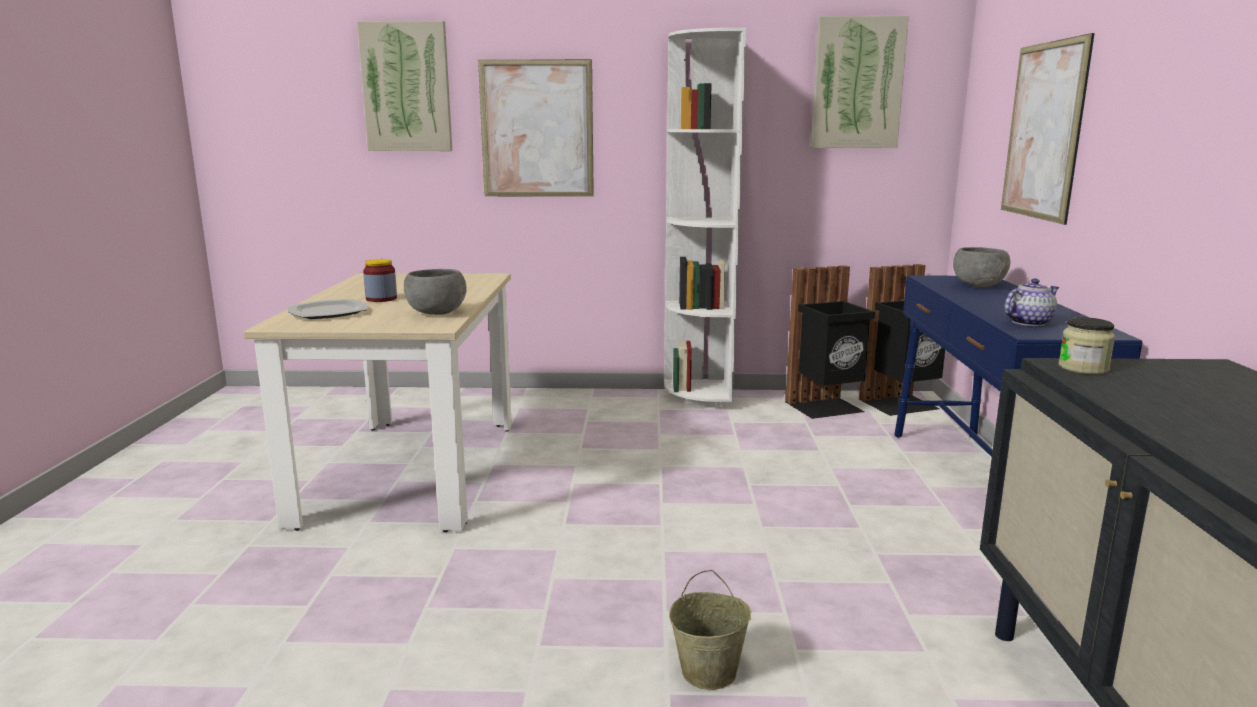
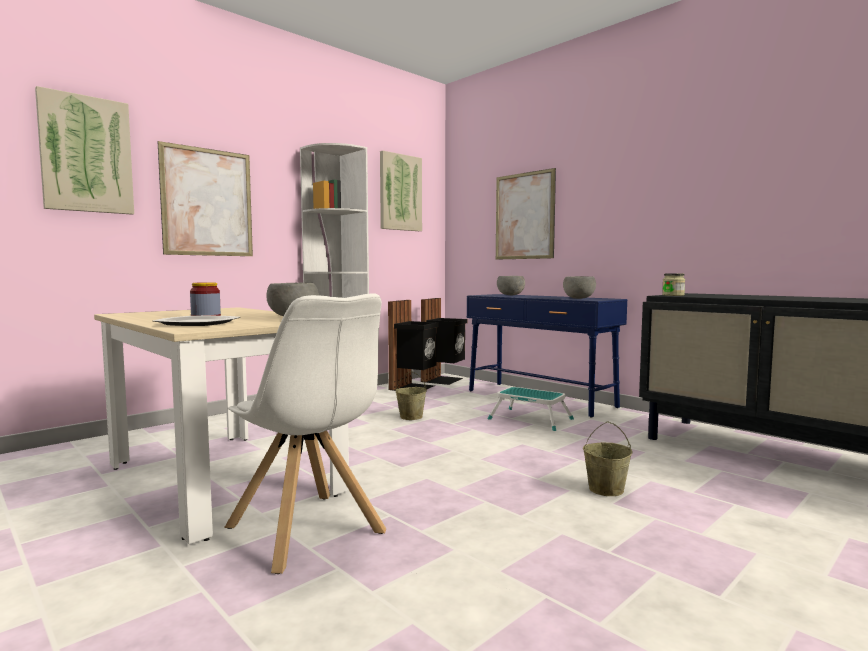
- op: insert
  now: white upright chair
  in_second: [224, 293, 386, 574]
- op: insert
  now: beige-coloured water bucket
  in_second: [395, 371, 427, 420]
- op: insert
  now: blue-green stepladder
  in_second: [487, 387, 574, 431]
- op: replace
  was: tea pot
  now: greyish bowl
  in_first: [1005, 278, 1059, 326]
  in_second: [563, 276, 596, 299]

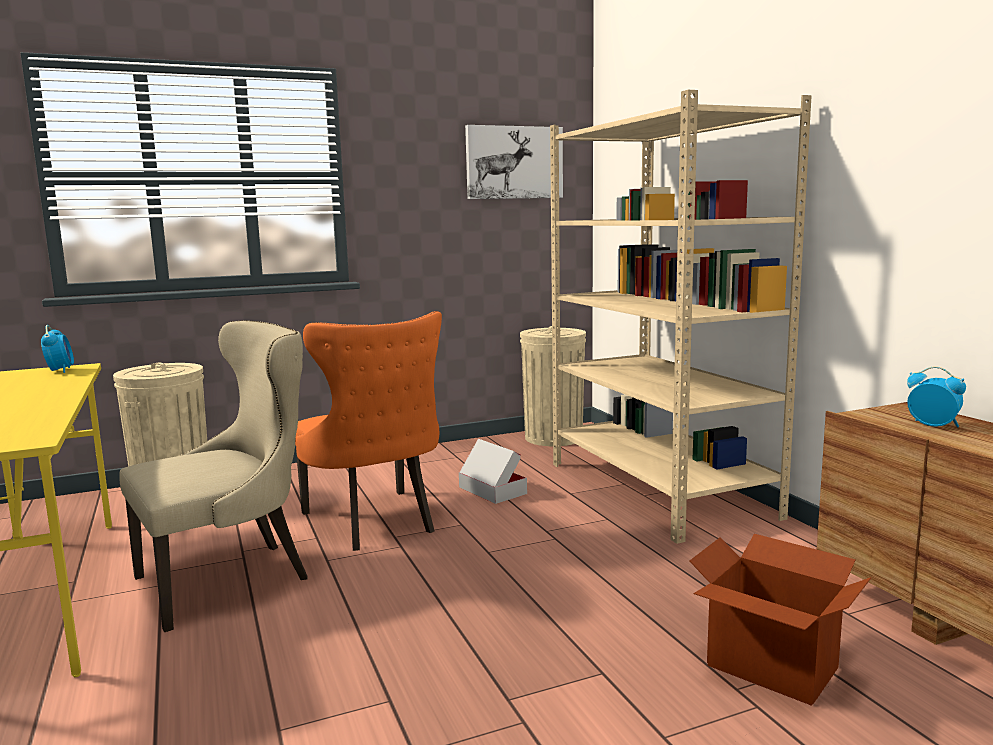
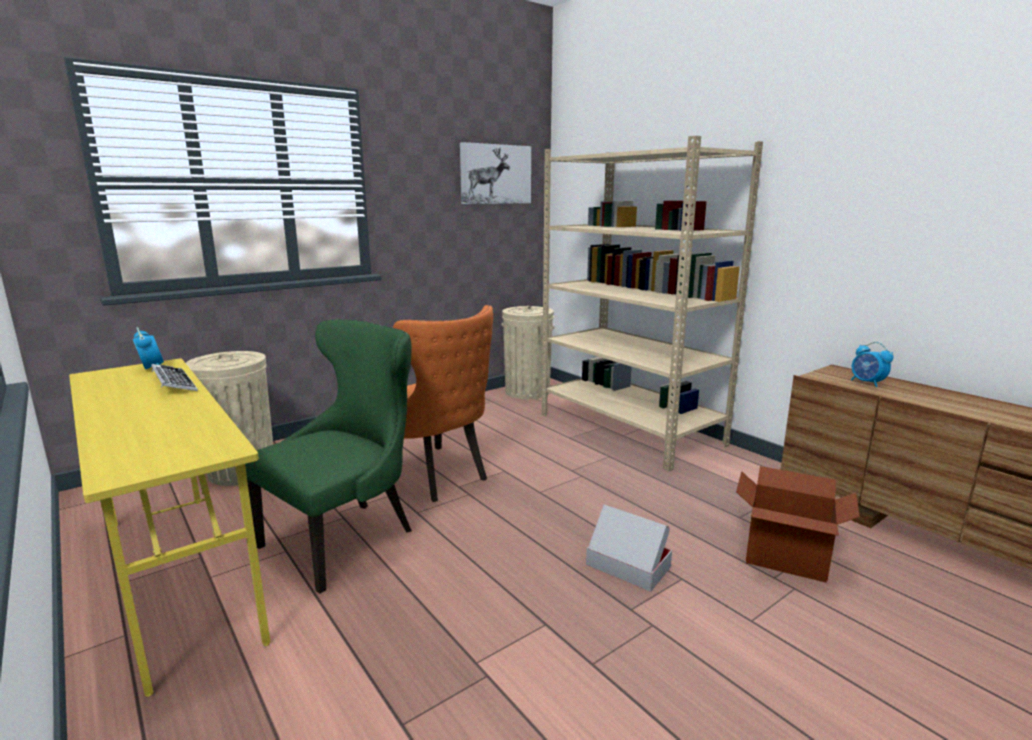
- op: insert
  now: keyboard
  in_second: [151, 364, 198, 391]
- op: recolor
  was: beige-coloured upright chair
  now: green-coloured upright chair
  in_first: [119, 320, 308, 632]
  in_second: [245, 319, 412, 594]
- op: move
  was: carton
  in_first: [459, 439, 527, 504]
  in_second: [586, 504, 672, 592]
- op: rotate
  was: alarm clock
  in_first: [907, 366, 966, 428]
  in_second: [851, 342, 893, 387]
  clockwise: -150

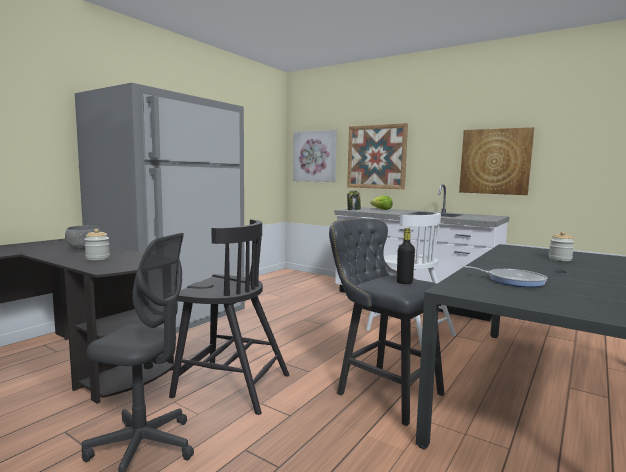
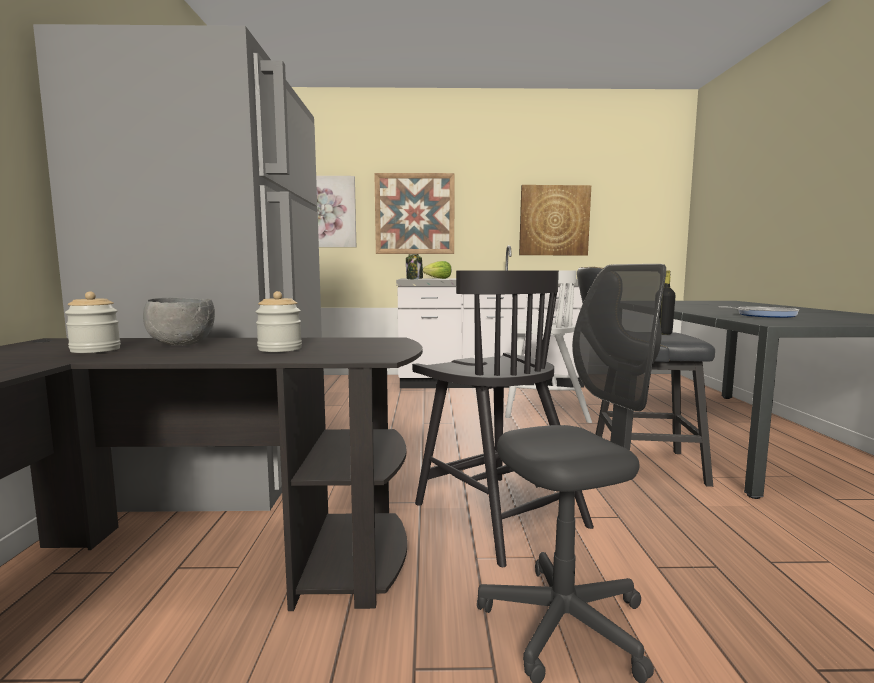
- op: move
  was: preserve jar
  in_first: [549, 231, 574, 261]
  in_second: [65, 292, 121, 353]
- op: rotate
  was: black-coloured upright chair
  in_first: [169, 220, 290, 415]
  in_second: [413, 271, 594, 567]
  clockwise: 75

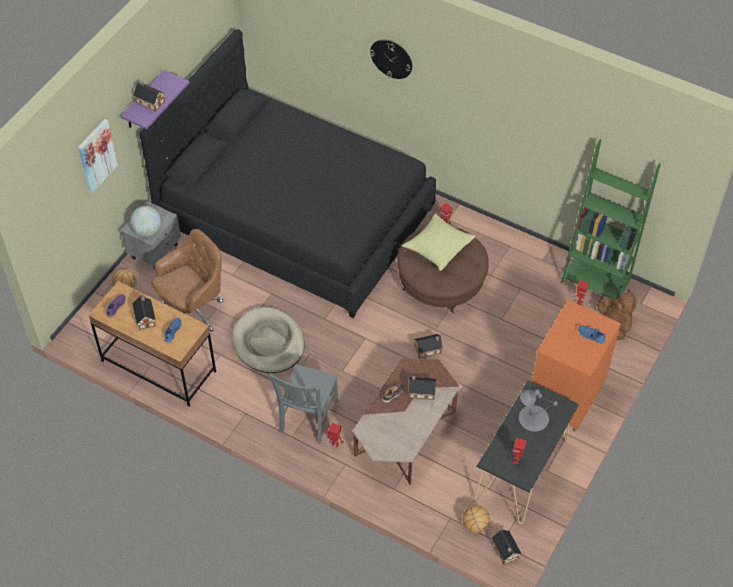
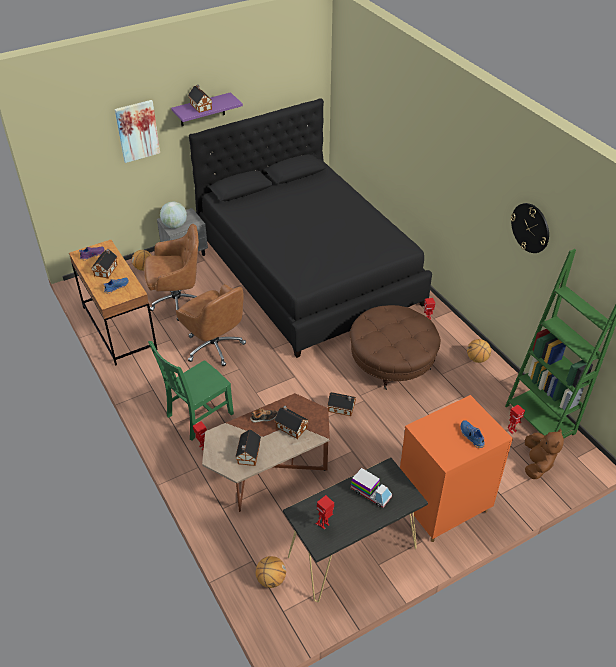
- op: recolor
  was: greyish upright chair
  now: green-coloured upright chair
  in_first: [270, 365, 338, 444]
  in_second: [148, 341, 234, 441]
- op: replace
  was: beige-coloured dog cushion
  now: brown-coloured computer chair
  in_first: [232, 307, 305, 373]
  in_second: [176, 284, 246, 366]
- op: move
  was: model house
  in_first: [492, 530, 522, 565]
  in_second: [235, 429, 261, 466]
- op: replace
  was: greyish table lamp
  now: model truck
  in_first: [519, 389, 557, 432]
  in_second: [351, 468, 392, 508]
- op: insert
  now: basketball ball
  in_second: [467, 339, 491, 363]
- op: move
  was: hanging clock
  in_first: [370, 39, 412, 79]
  in_second: [510, 203, 549, 253]
- op: delete
  was: yellow-coloured throw pillow
  in_first: [402, 213, 476, 271]

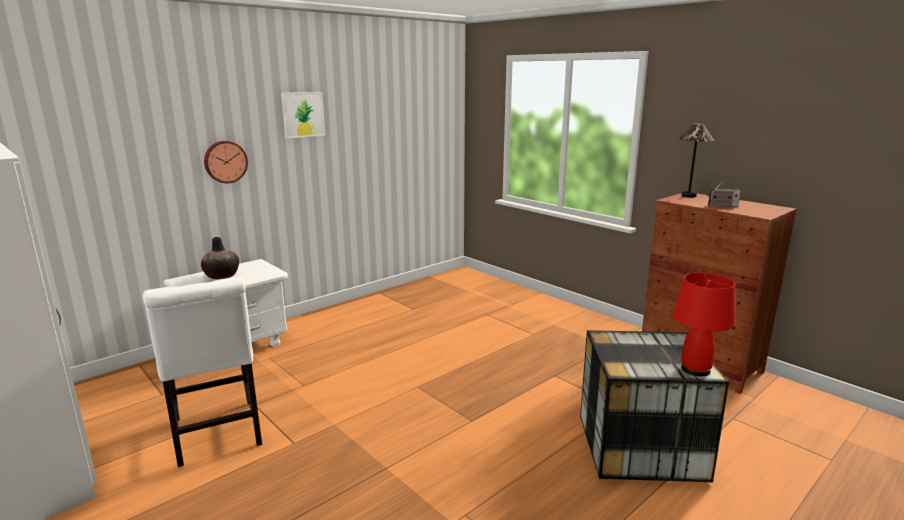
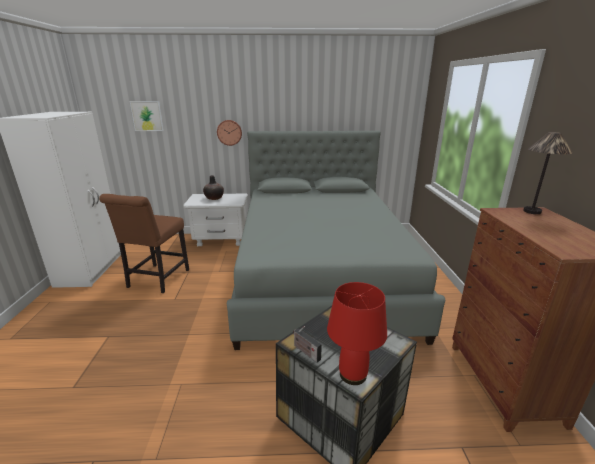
- op: recolor
  was: white upright chair
  now: brown-coloured upright chair
  in_first: [143, 277, 262, 467]
  in_second: [99, 194, 189, 293]
- op: move
  was: wall art
  in_first: [281, 92, 325, 139]
  in_second: [130, 101, 164, 131]
- op: insert
  now: greyish sleeping bed
  in_second: [227, 131, 445, 350]
- op: move
  was: radio
  in_first: [707, 181, 741, 207]
  in_second: [293, 326, 322, 363]

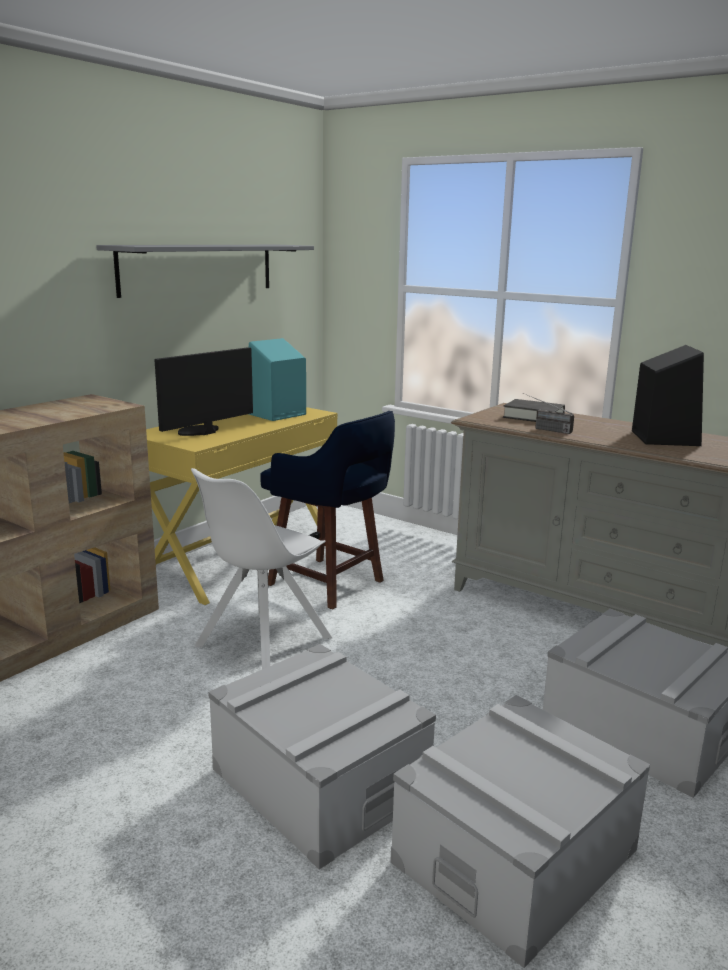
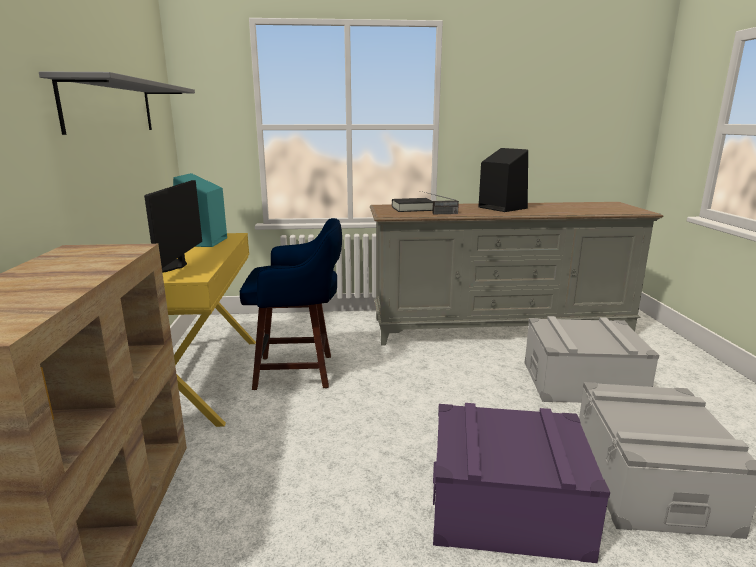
- op: recolor
  was: greyish storage container
  now: purplish storage container
  in_first: [208, 644, 436, 870]
  in_second: [433, 403, 610, 563]
- op: delete
  was: white upright chair
  in_first: [191, 468, 332, 669]

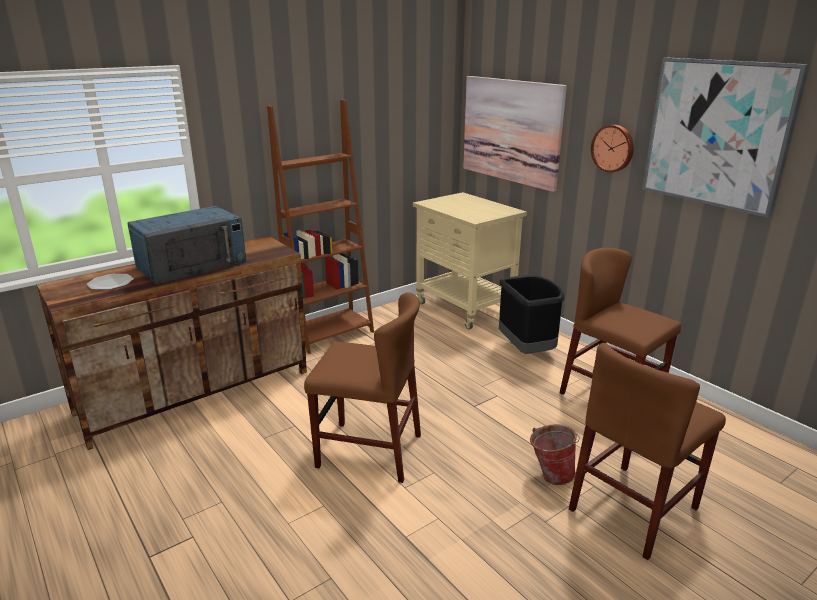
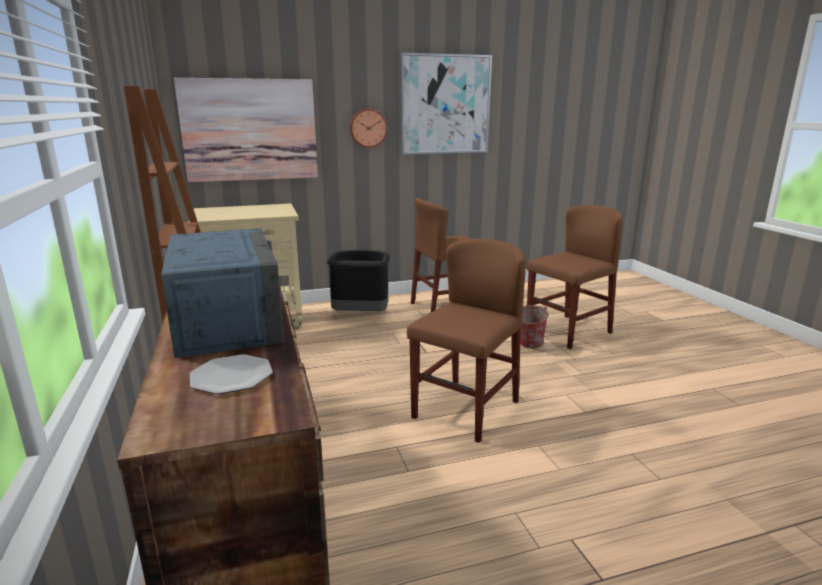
- op: rotate
  was: brown-coloured upright chair
  in_first: [569, 343, 726, 560]
  in_second: [527, 205, 623, 349]
  clockwise: -105

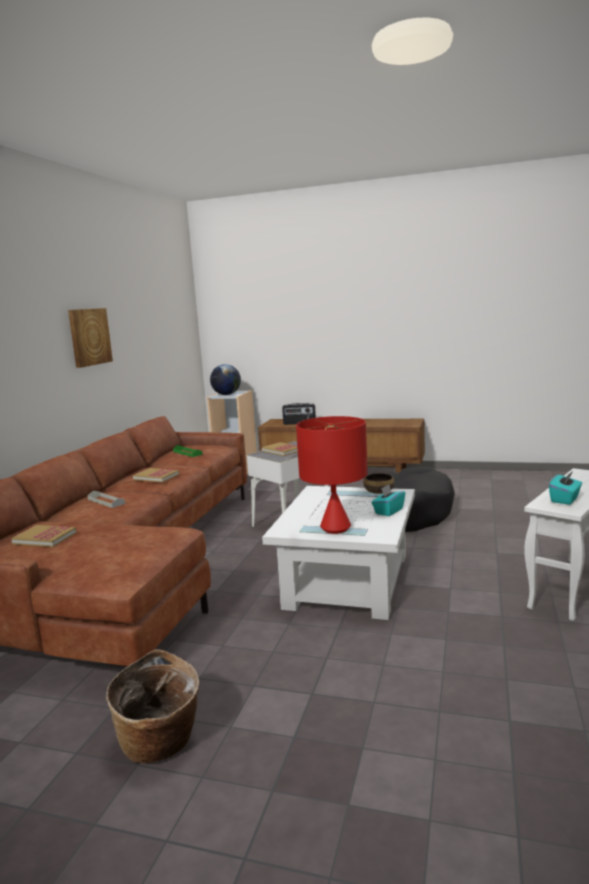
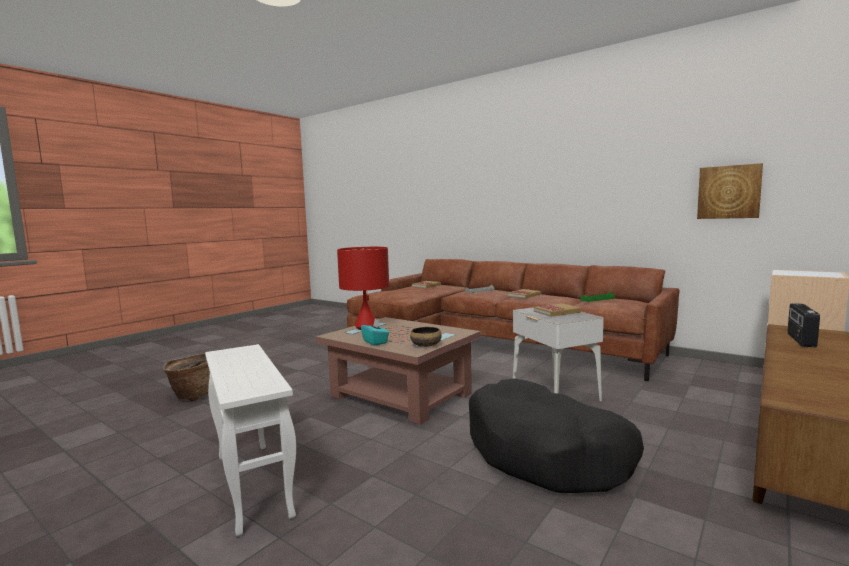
- op: move
  was: storage basket
  in_first: [106, 649, 199, 763]
  in_second: [163, 353, 210, 401]
- op: recolor
  was: white coffee table
  now: brown-coloured coffee table
  in_first: [262, 486, 415, 620]
  in_second: [316, 317, 481, 425]
- op: move
  was: wall art
  in_first: [68, 308, 113, 368]
  in_second: [697, 163, 763, 219]
- op: delete
  was: desk globe
  in_first: [210, 364, 241, 395]
- op: delete
  was: blue-green box of tissues
  in_first: [549, 471, 582, 505]

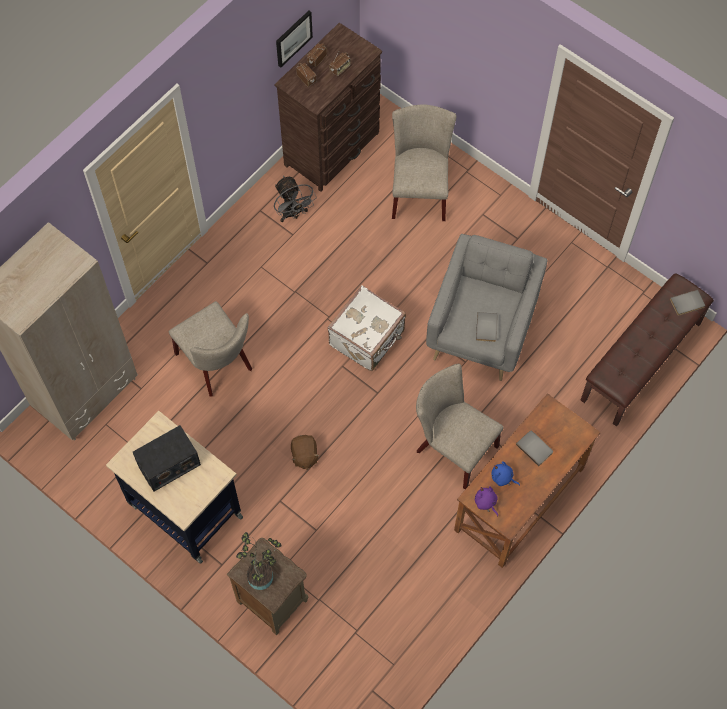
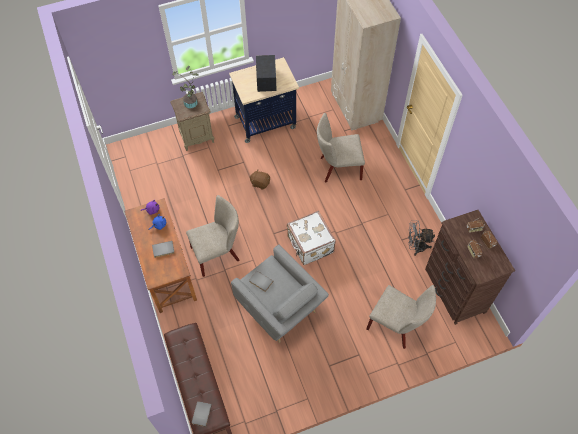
- op: delete
  was: wall art
  in_first: [276, 11, 313, 68]

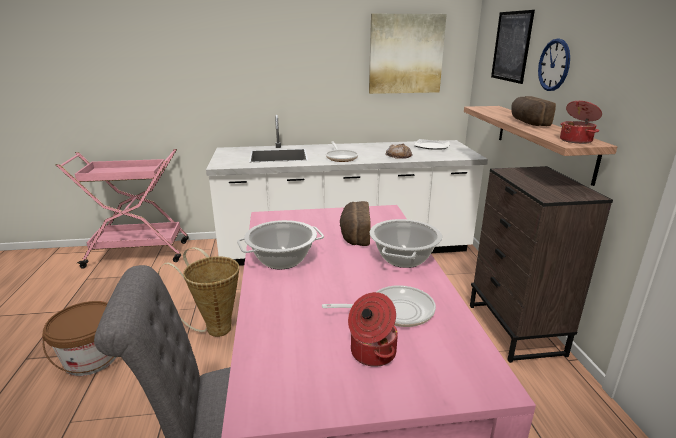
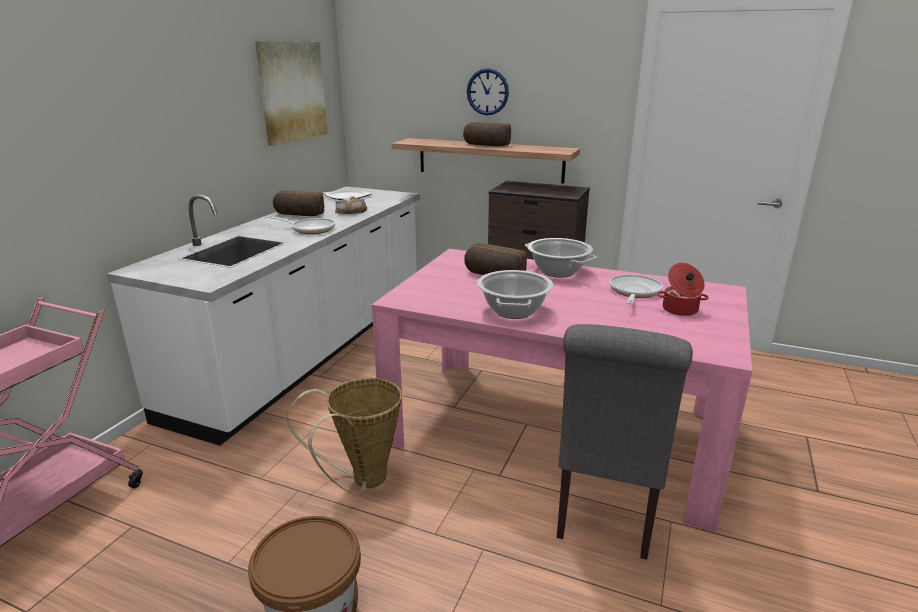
- op: insert
  now: bread
  in_second: [273, 190, 324, 216]
- op: delete
  was: wall art
  in_first: [491, 10, 535, 84]
- op: delete
  was: saucepot
  in_first: [560, 101, 602, 144]

